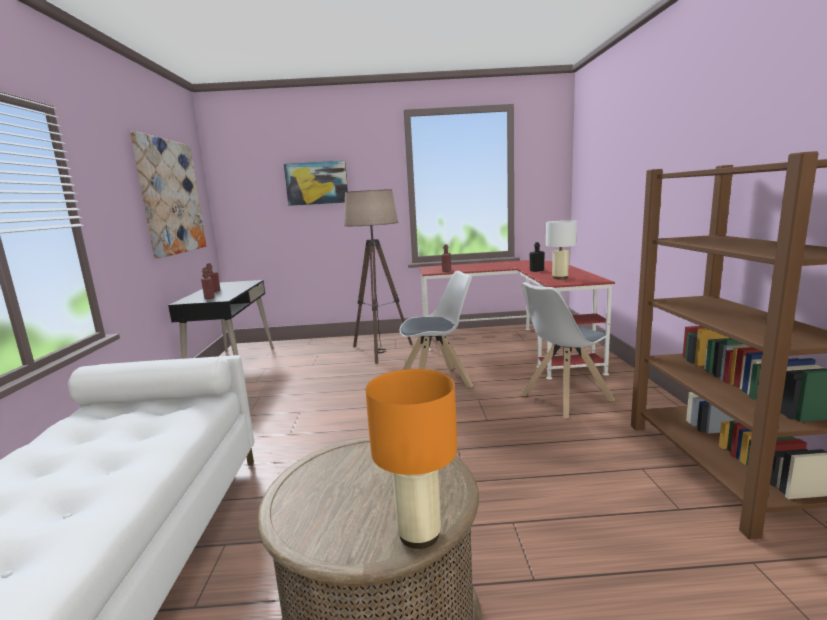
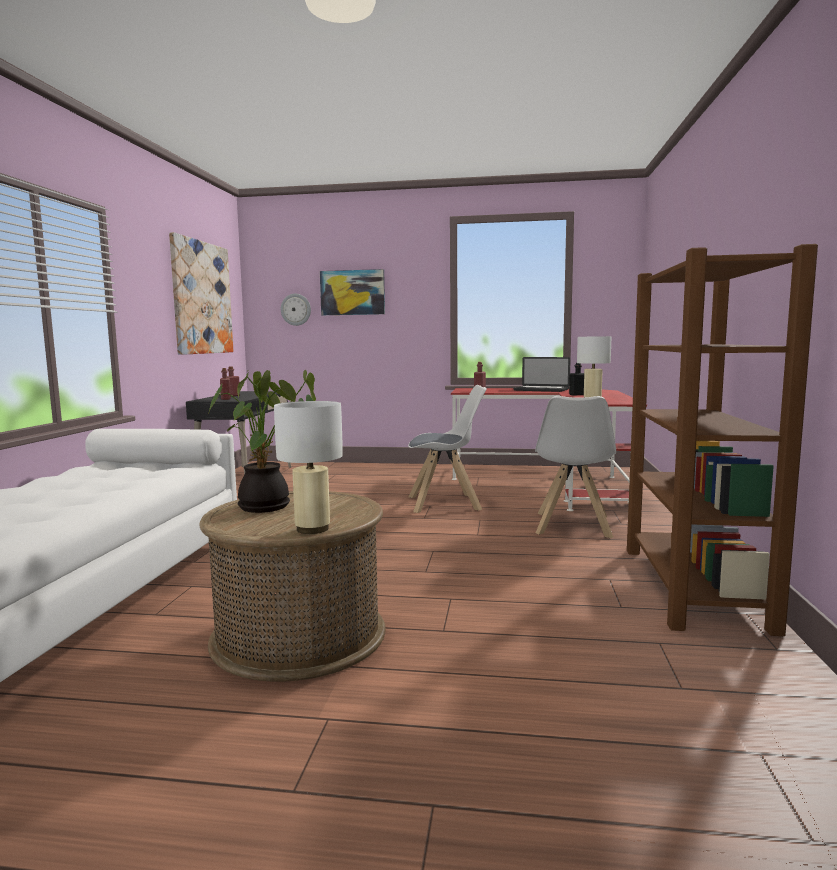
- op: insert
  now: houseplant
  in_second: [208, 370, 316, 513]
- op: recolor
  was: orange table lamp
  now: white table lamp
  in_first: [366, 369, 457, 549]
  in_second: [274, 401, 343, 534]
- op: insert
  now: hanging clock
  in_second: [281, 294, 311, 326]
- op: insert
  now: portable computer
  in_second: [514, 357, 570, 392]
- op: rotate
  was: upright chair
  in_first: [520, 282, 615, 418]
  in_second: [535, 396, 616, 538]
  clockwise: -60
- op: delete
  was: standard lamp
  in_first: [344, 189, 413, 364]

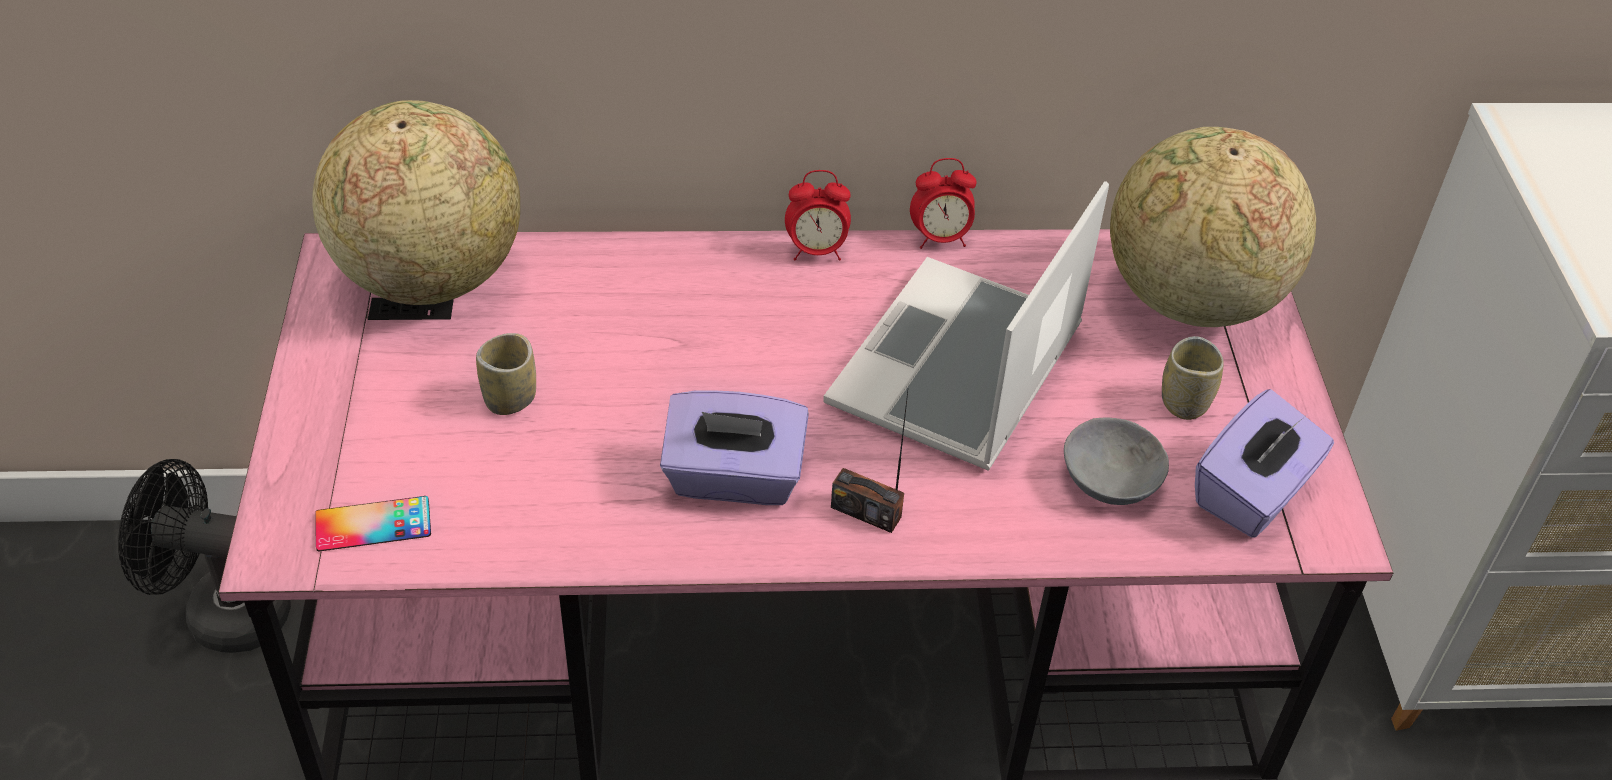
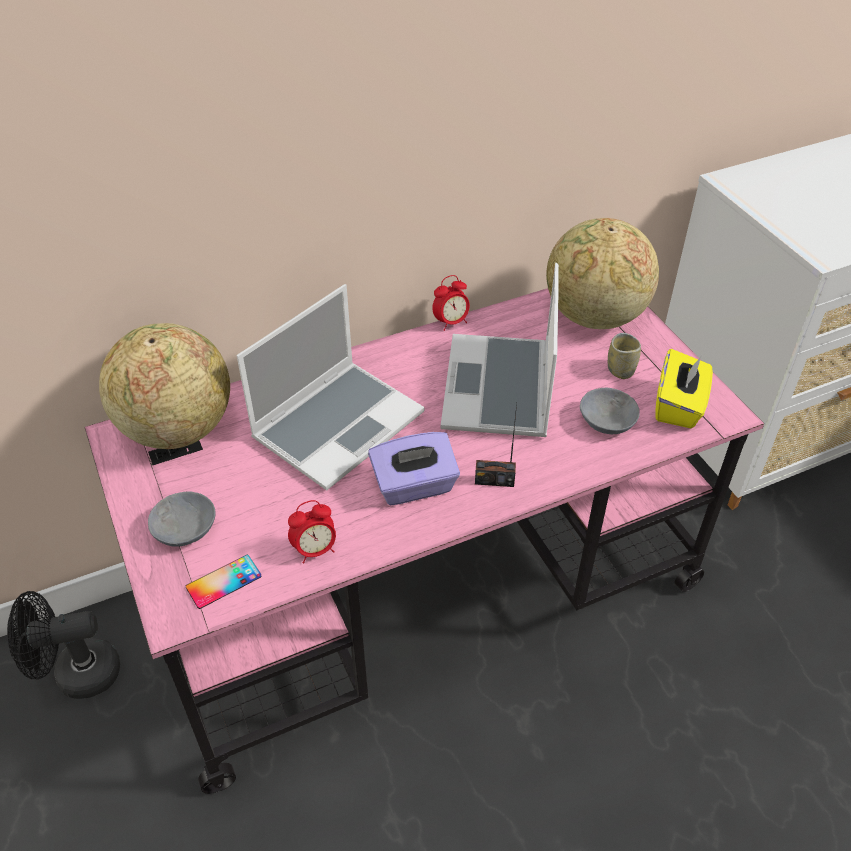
- op: insert
  now: greyish bowl
  in_second: [148, 492, 216, 547]
- op: insert
  now: portable computer
  in_second: [237, 284, 424, 491]
- op: move
  was: alarm clock
  in_first: [785, 170, 851, 261]
  in_second: [288, 500, 336, 563]
- op: recolor
  was: purplish box of tissues
  now: yellow-coloured box of tissues
  in_first: [1195, 389, 1334, 538]
  in_second: [656, 349, 713, 428]
- op: delete
  was: drinking cup
  in_first: [476, 333, 536, 415]

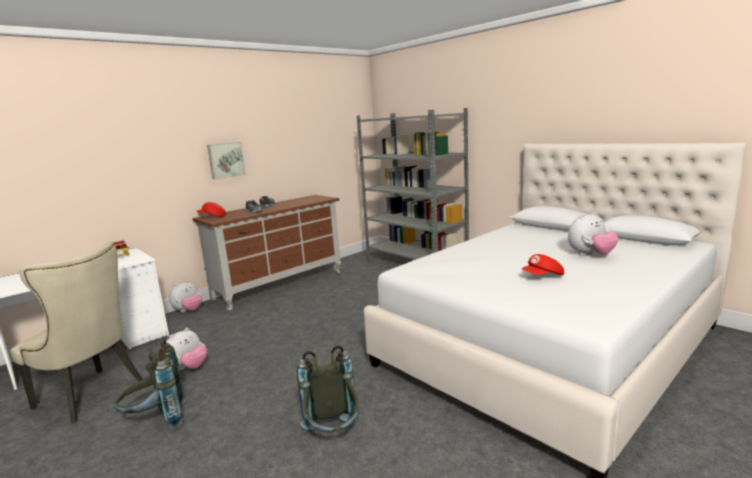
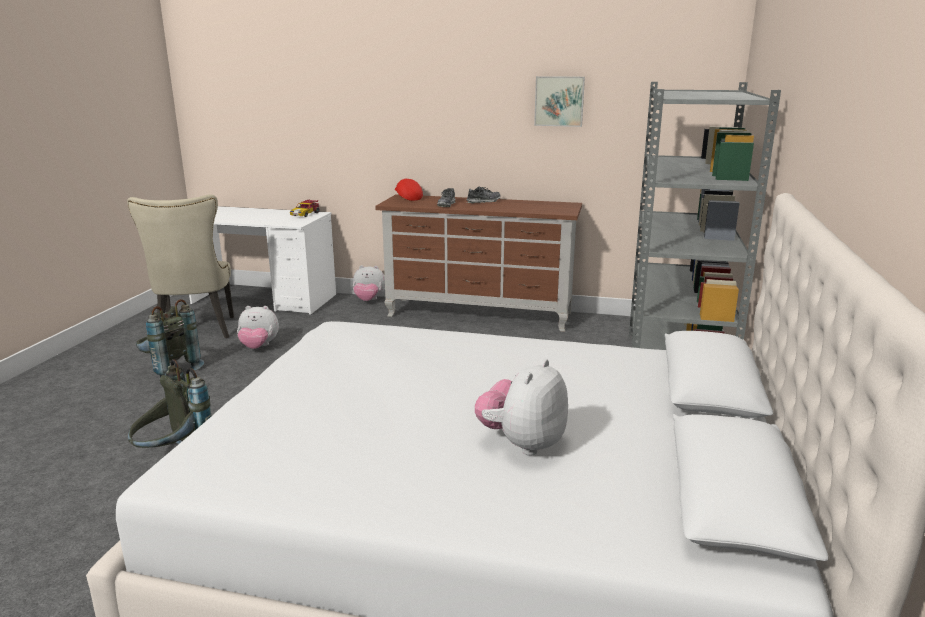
- op: rotate
  was: cuddly toy
  in_first: [568, 212, 619, 256]
  in_second: [475, 359, 568, 456]
  clockwise: 90
- op: move
  was: wall art
  in_first: [207, 142, 246, 179]
  in_second: [534, 76, 585, 127]
- op: delete
  was: reddish peaked cap
  in_first: [521, 254, 564, 275]

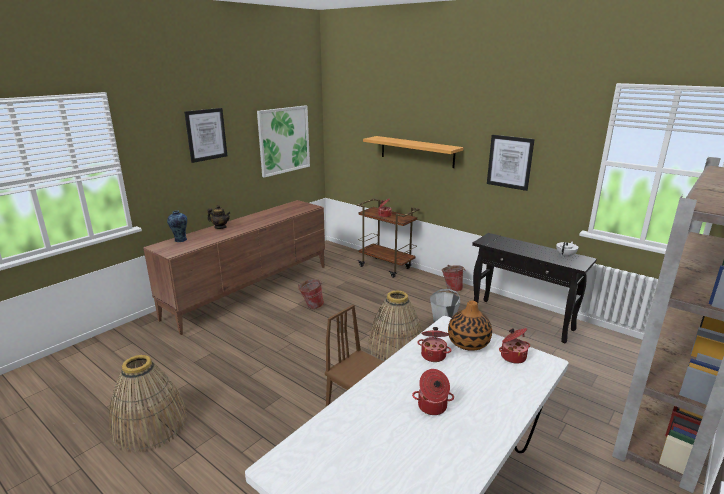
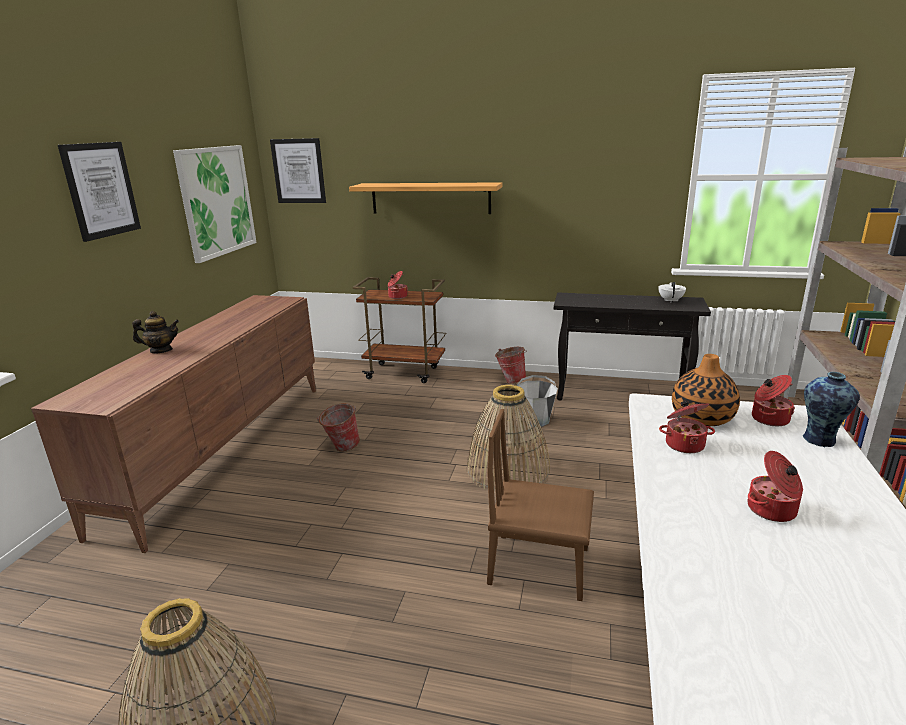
- op: move
  was: wall art
  in_first: [487, 135, 535, 191]
  in_second: [270, 138, 326, 203]
- op: move
  was: decorative vase
  in_first: [167, 210, 187, 242]
  in_second: [803, 372, 860, 447]

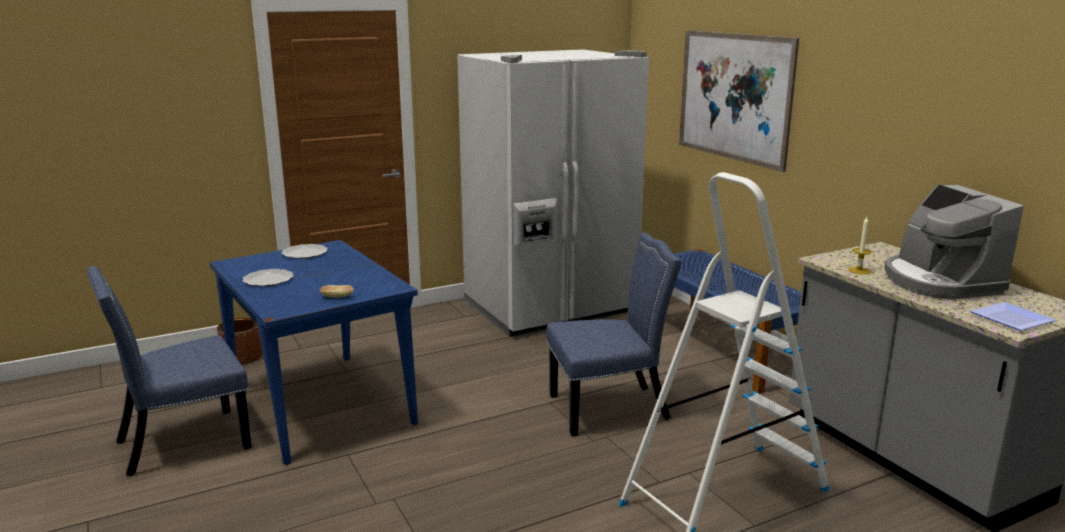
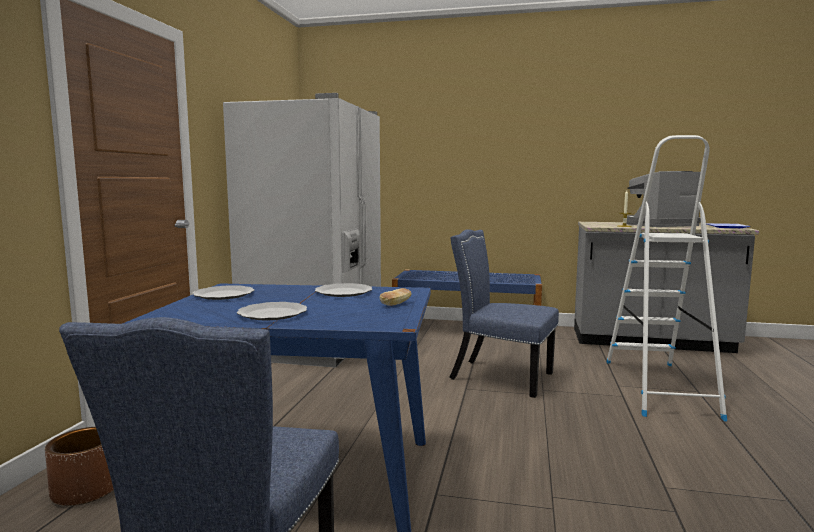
- op: insert
  now: flat dish
  in_second: [315, 283, 372, 297]
- op: rotate
  was: bluish upright chair
  in_first: [546, 232, 682, 437]
  in_second: [449, 229, 559, 398]
  clockwise: -90
- op: rotate
  was: coffee brewer
  in_first: [884, 184, 1024, 299]
  in_second: [627, 171, 701, 227]
  clockwise: 135
- op: delete
  was: wall art
  in_first: [679, 30, 799, 172]

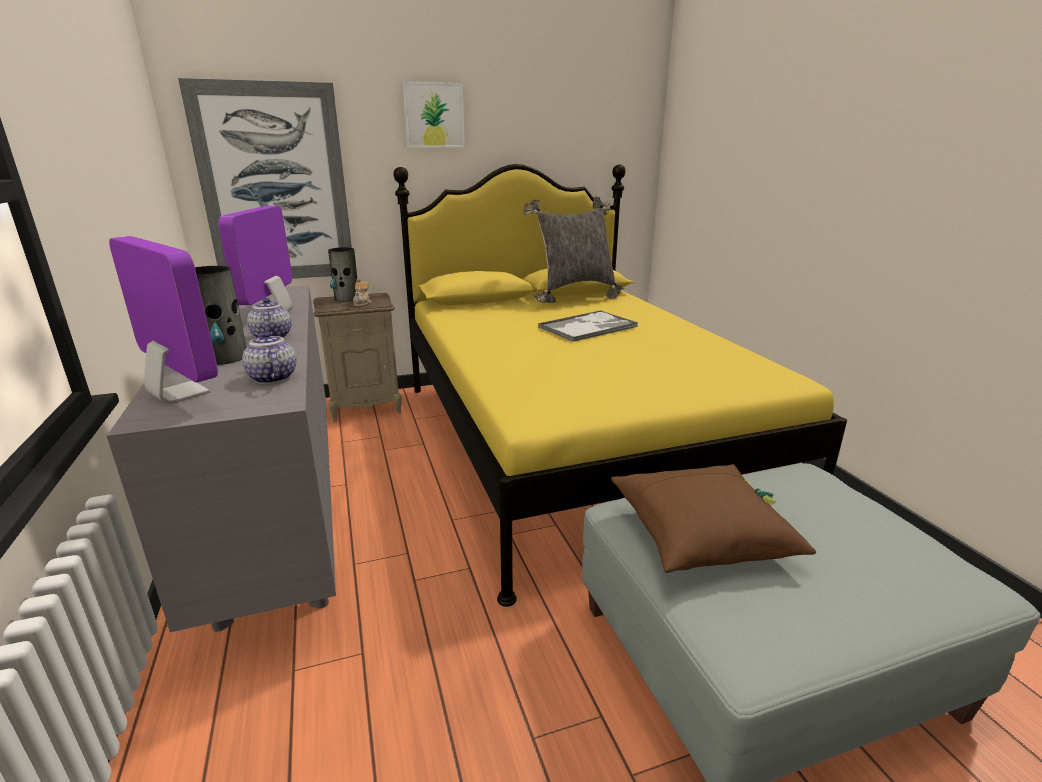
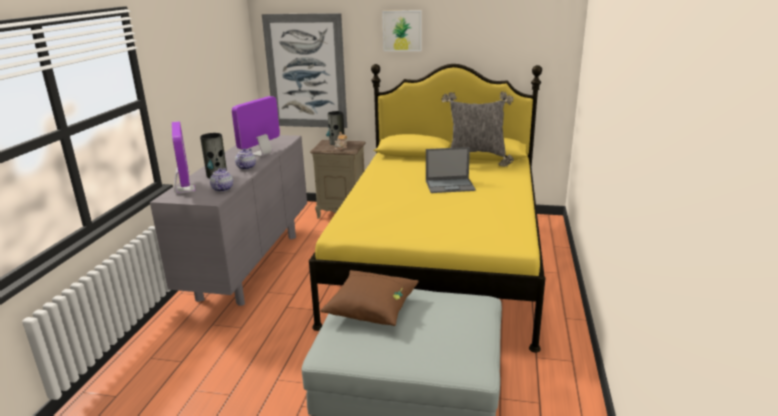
- op: replace
  was: serving tray
  now: portable computer
  in_first: [538, 310, 638, 342]
  in_second: [426, 147, 476, 193]

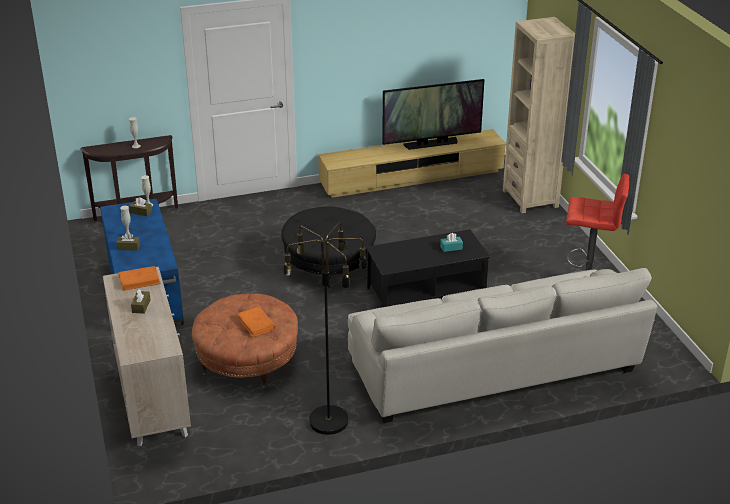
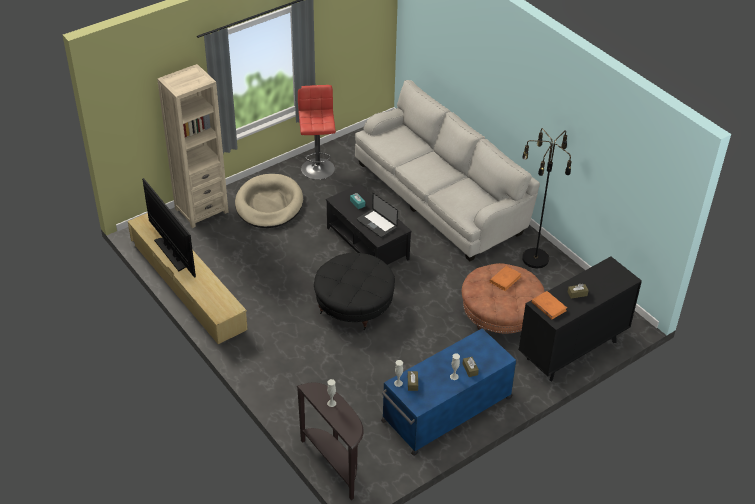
- op: insert
  now: beige-coloured dog cushion
  in_second: [235, 174, 303, 228]
- op: insert
  now: portable computer
  in_second: [357, 193, 398, 238]
- op: recolor
  was: white chest of drawers
  now: black-coloured chest of drawers
  in_first: [103, 267, 191, 446]
  in_second: [519, 256, 642, 381]

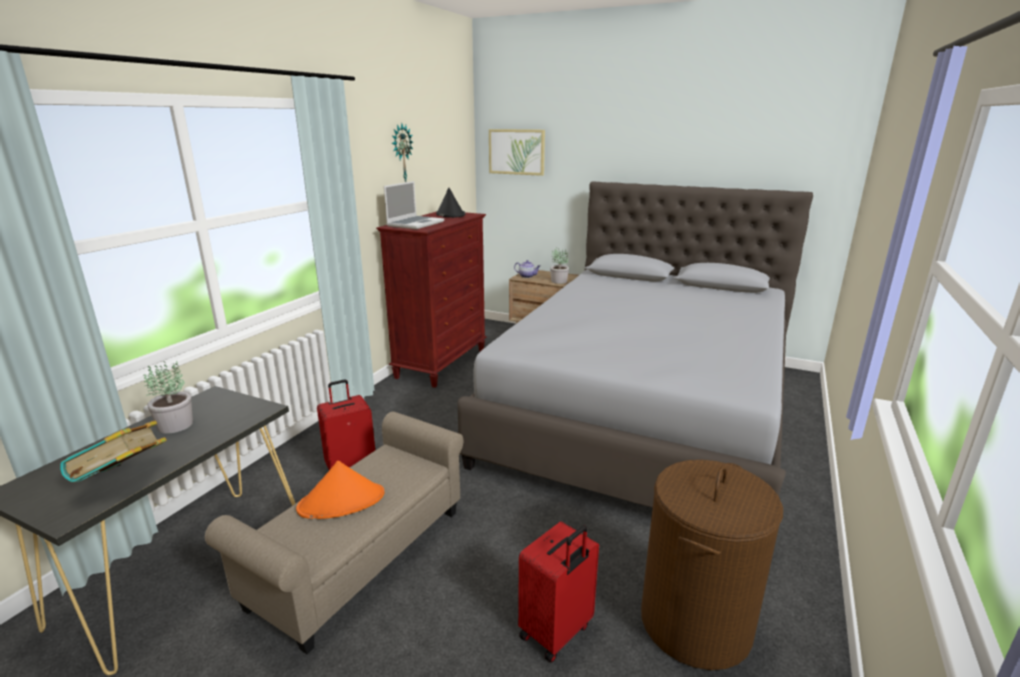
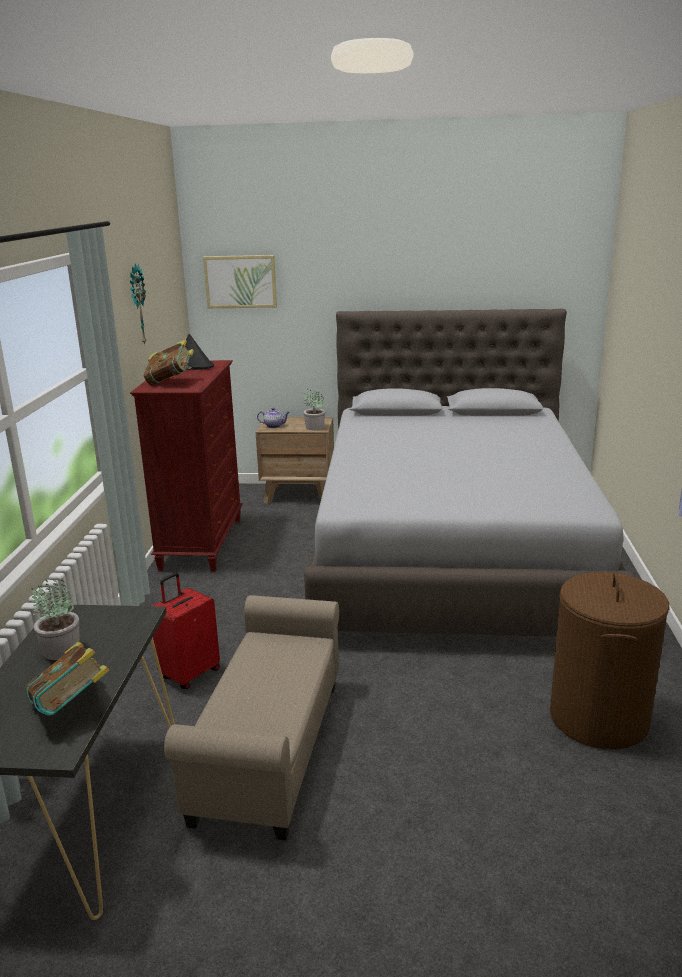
- op: replace
  was: portable computer
  now: book
  in_first: [384, 181, 444, 229]
  in_second: [143, 339, 194, 385]
- op: delete
  was: orange hat
  in_first: [296, 461, 385, 519]
- op: delete
  was: reddish travel case
  in_first: [518, 521, 599, 663]

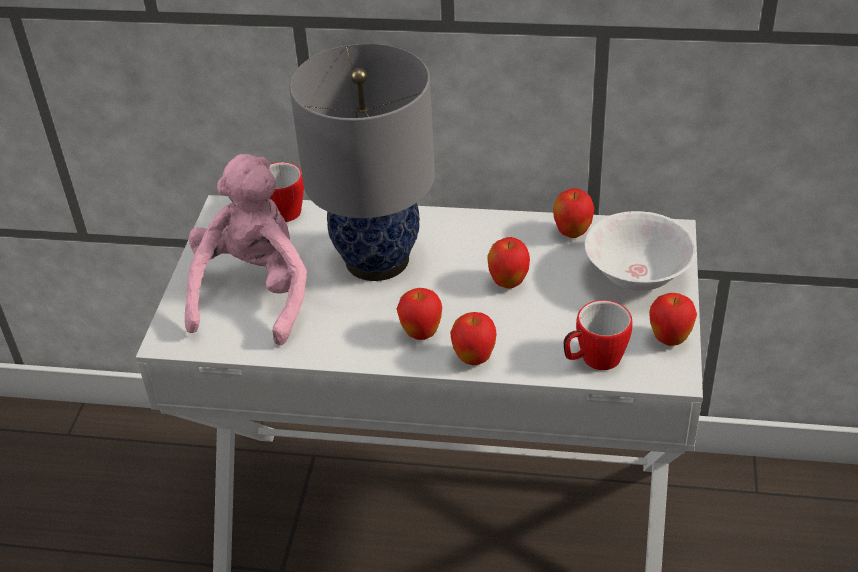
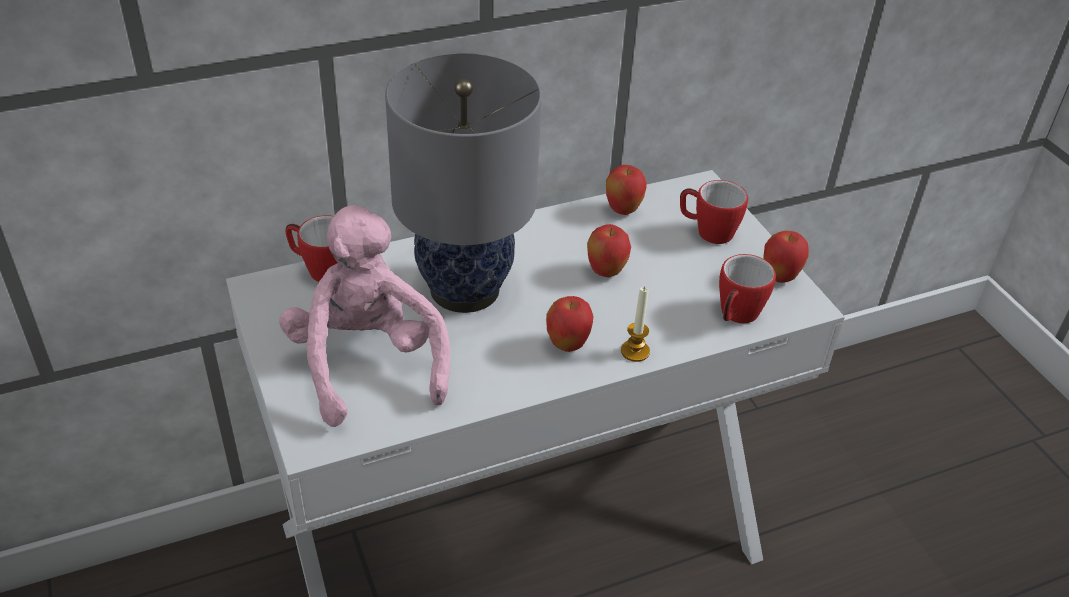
- op: replace
  was: whole apple
  now: candle
  in_first: [450, 312, 496, 365]
  in_second: [621, 287, 650, 362]
- op: replace
  was: white bowl
  now: tea mug
  in_first: [585, 211, 697, 291]
  in_second: [680, 180, 748, 244]

